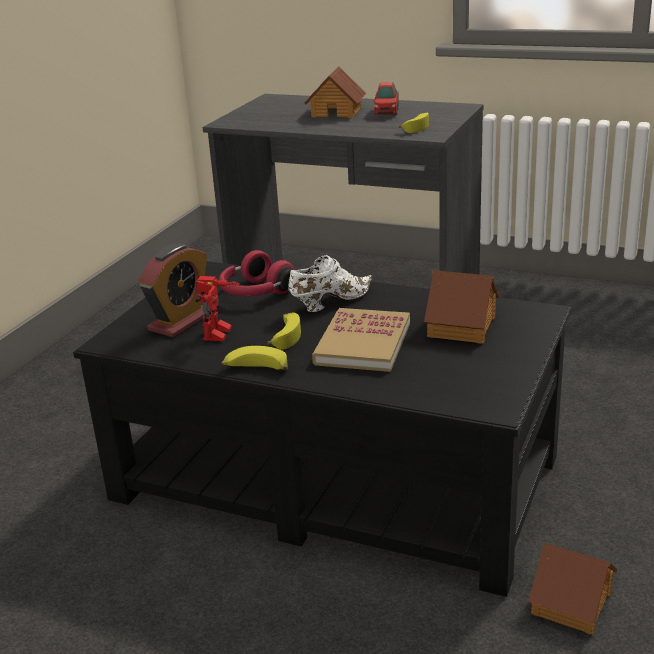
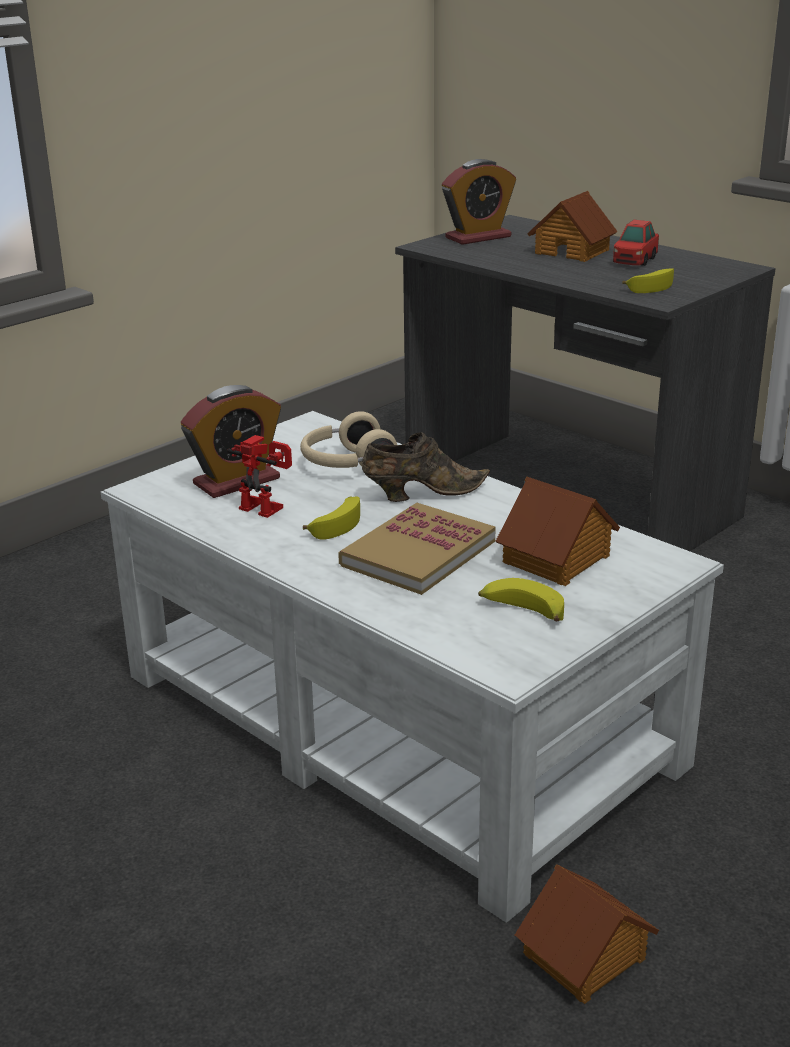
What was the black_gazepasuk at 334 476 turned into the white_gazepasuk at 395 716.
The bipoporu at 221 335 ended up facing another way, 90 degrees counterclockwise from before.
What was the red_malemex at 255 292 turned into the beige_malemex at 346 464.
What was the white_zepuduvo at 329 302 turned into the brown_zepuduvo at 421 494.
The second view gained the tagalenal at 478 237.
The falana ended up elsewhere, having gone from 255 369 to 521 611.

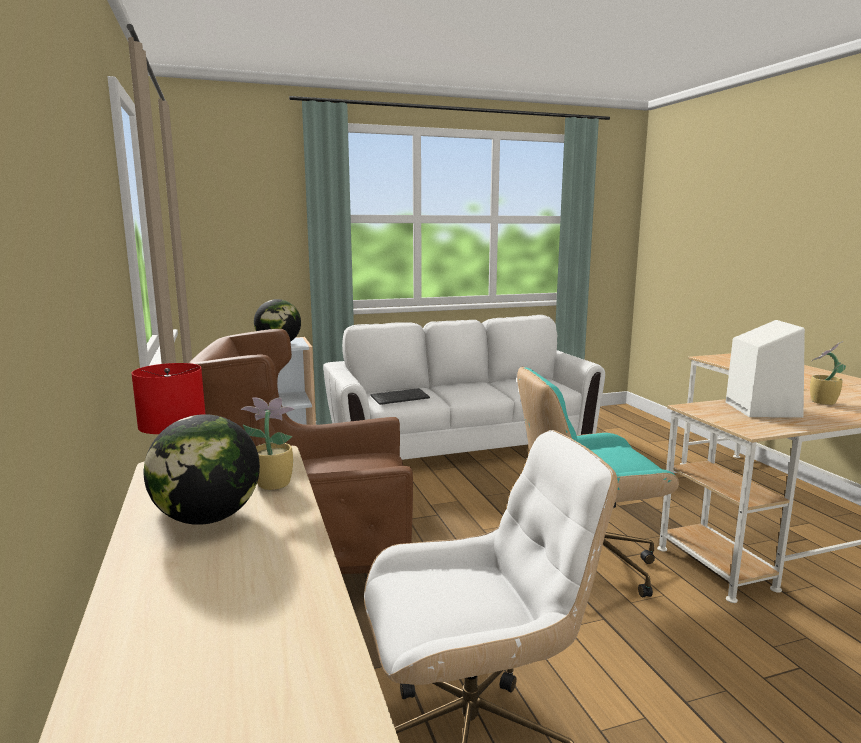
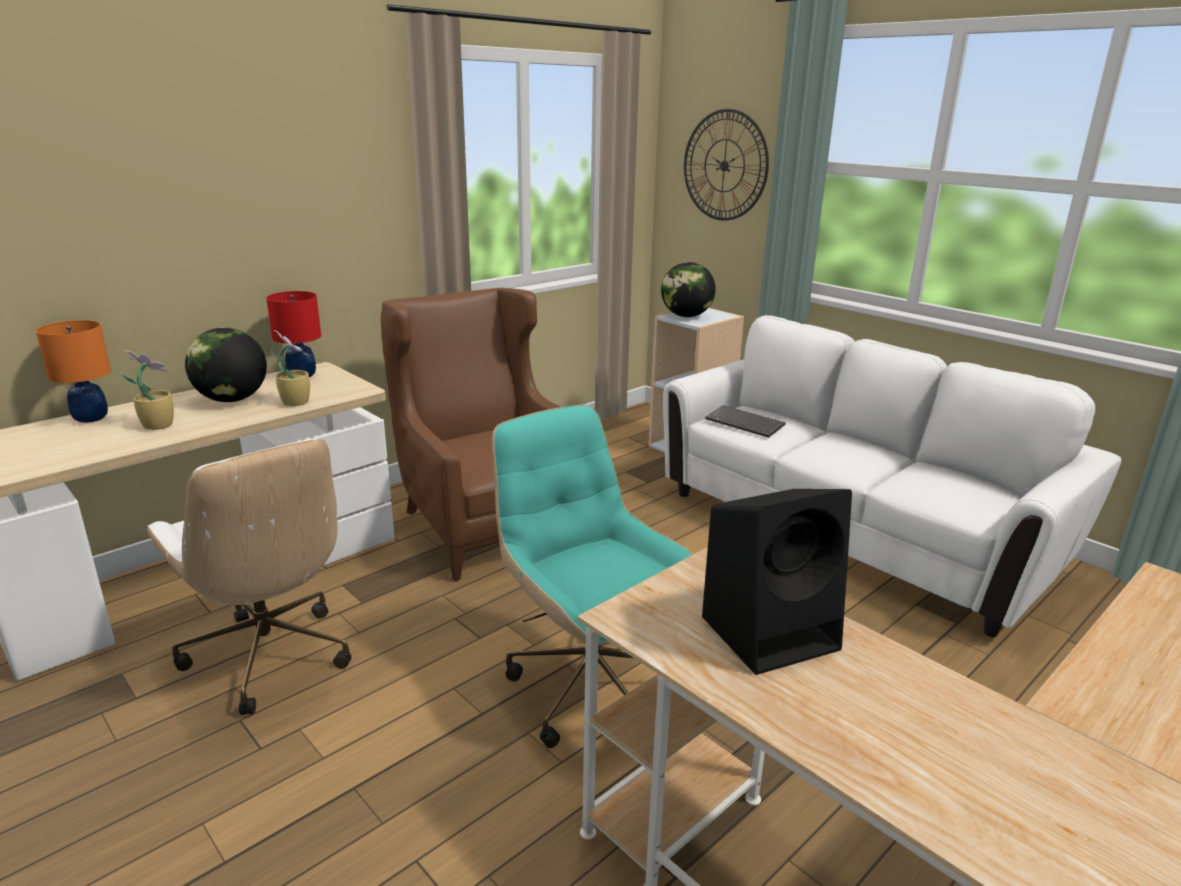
The second view gained the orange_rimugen at 89 419.
The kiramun ended up elsewhere, having gone from 822 402 to 157 425.
The second view gained the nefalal at 724 165.
What was the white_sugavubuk at 761 409 turned into the black_sugavubuk at 772 631.

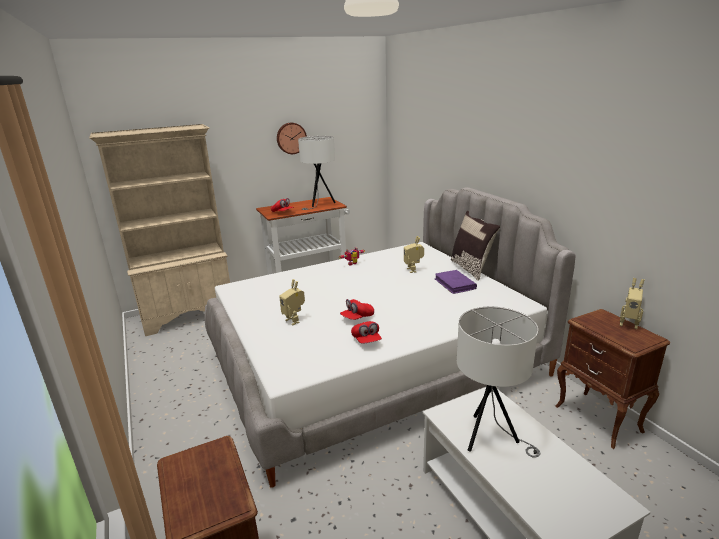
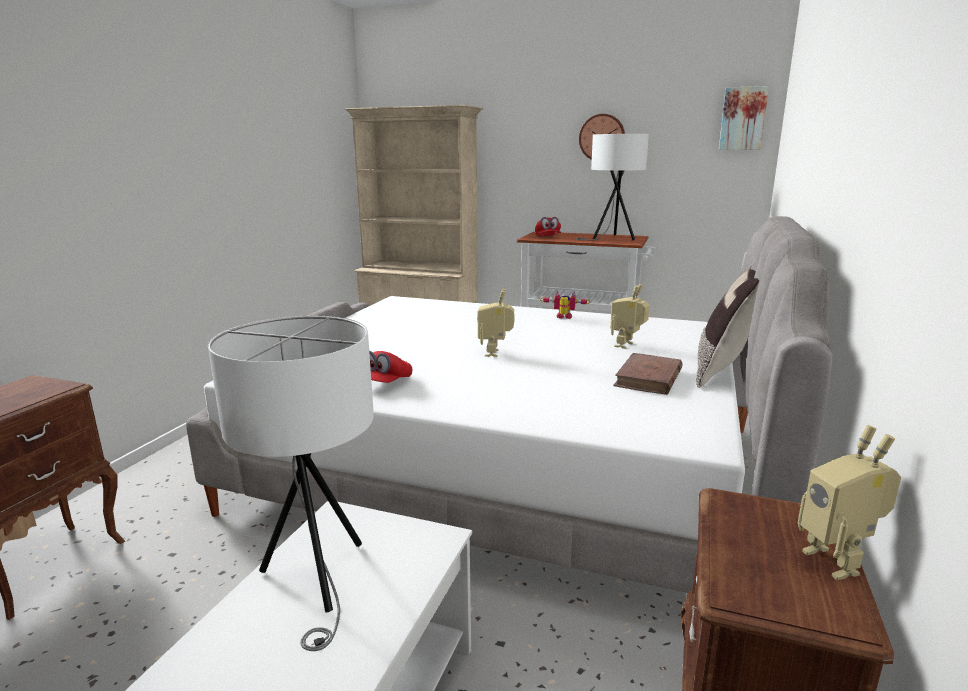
The bipoporu ended up elsewhere, having gone from 294 320 to 496 353.
What was the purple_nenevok at 455 284 turned into the brown_nenevok at 648 378.
The second view gained the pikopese at 742 119.
The second view lost the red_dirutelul at 357 317.

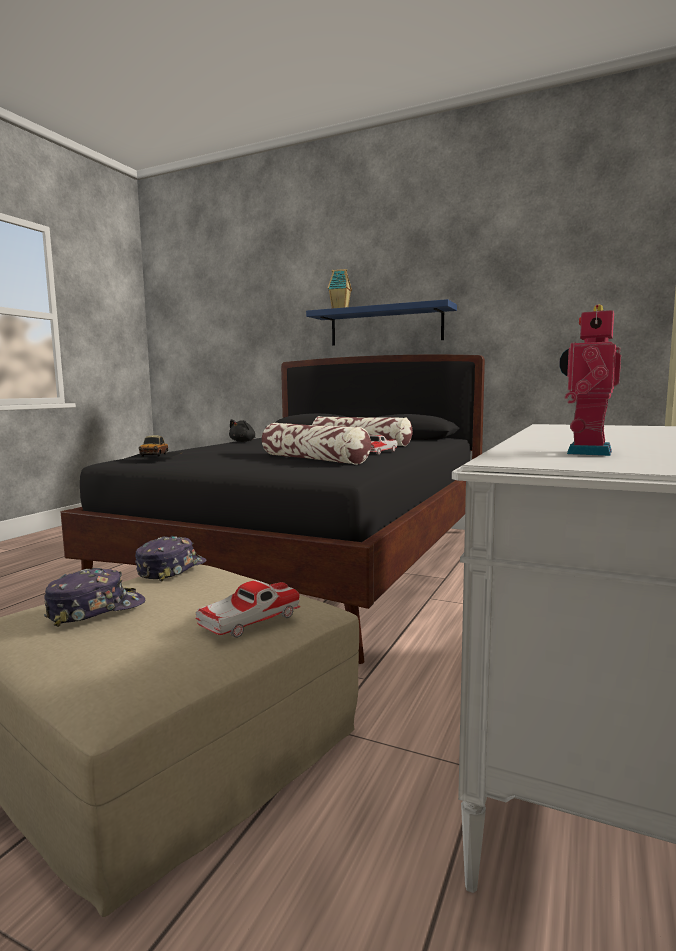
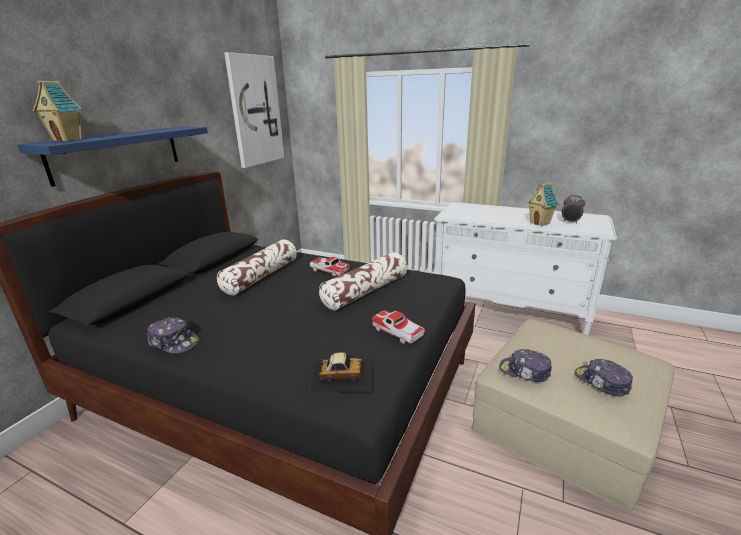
Where the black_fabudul stood at 243 441, the dirutelul came to stand at 174 342.
The second view gained the pikopese at 255 111.
The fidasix ended up elsewhere, having gone from 249 620 to 398 332.
The second view gained the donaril at 540 223.
Where the bipoporu stood at 585 452, the tagalenal came to stand at 570 222.

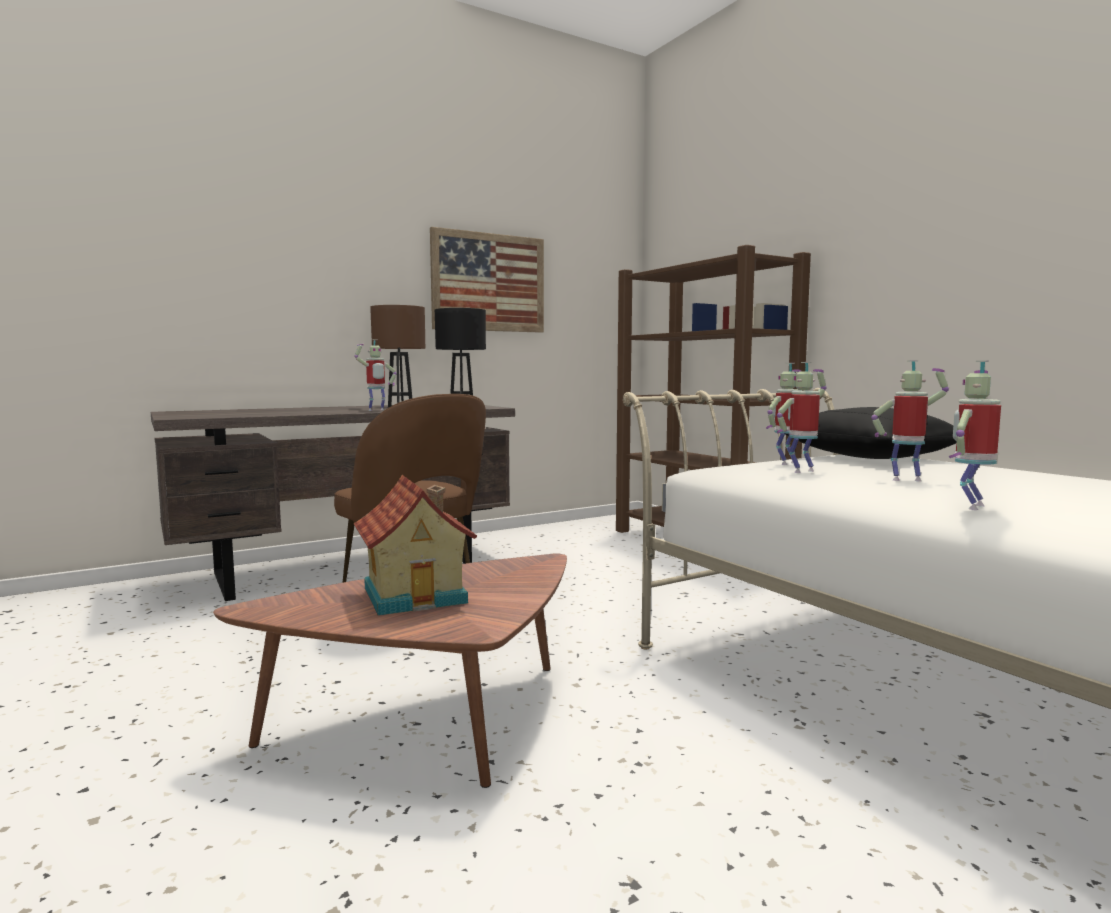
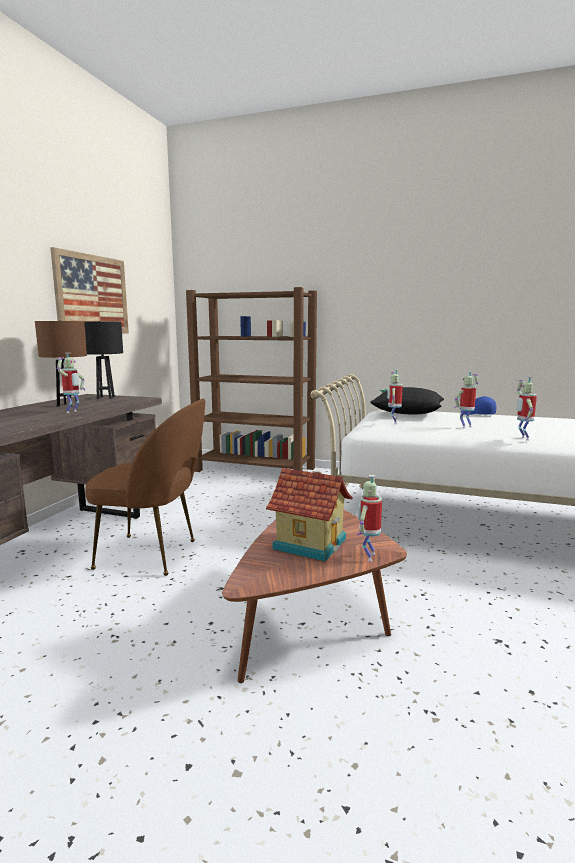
The bipoporu ended up elsewhere, having gone from 801 471 to 368 556.
The second view gained the blue_dirutelul at 477 414.

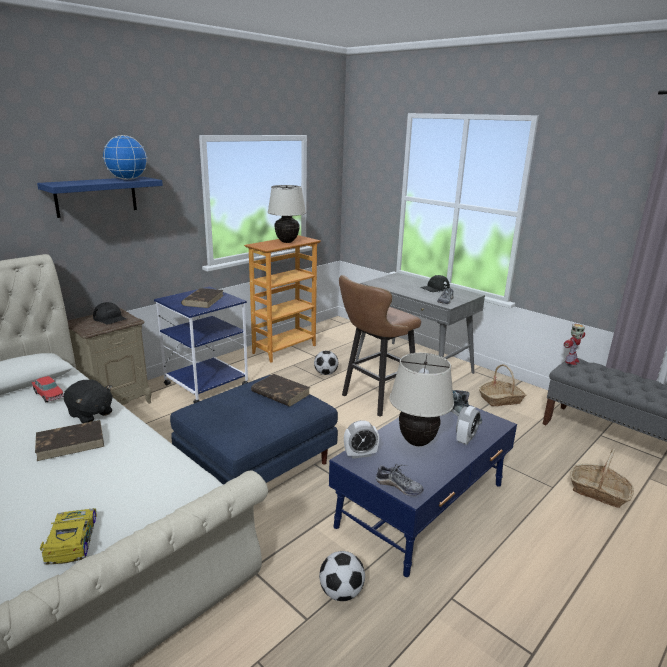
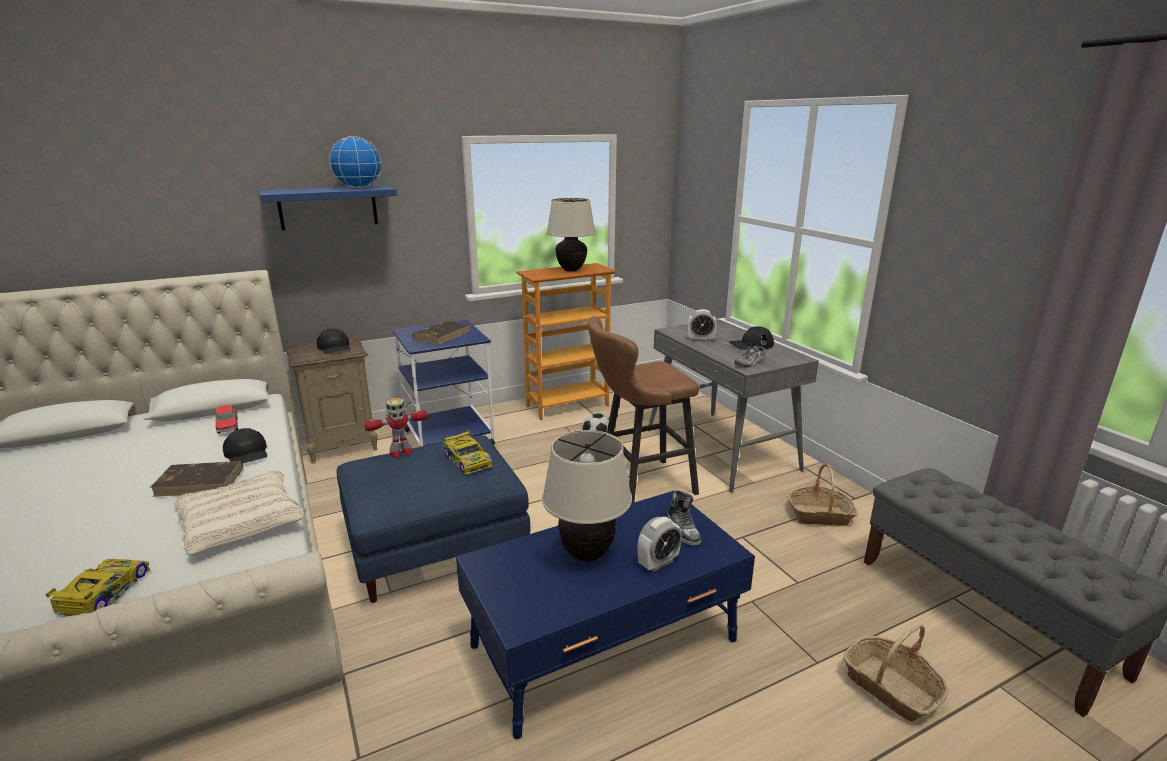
The second view gained the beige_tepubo at 241 522.
Where the black_fabudul stood at 90 414, the black_dirutelul came to stand at 247 453.
The bipoporu ended up elsewhere, having gone from 571 361 to 400 452.
Where the brown_nenevok stood at 280 393, the fidasix came to stand at 467 459.
The tagalenal ended up elsewhere, having gone from 360 454 to 700 340.
The second view lost the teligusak at 341 592.
The second view lost the zepuduvo at 398 486.

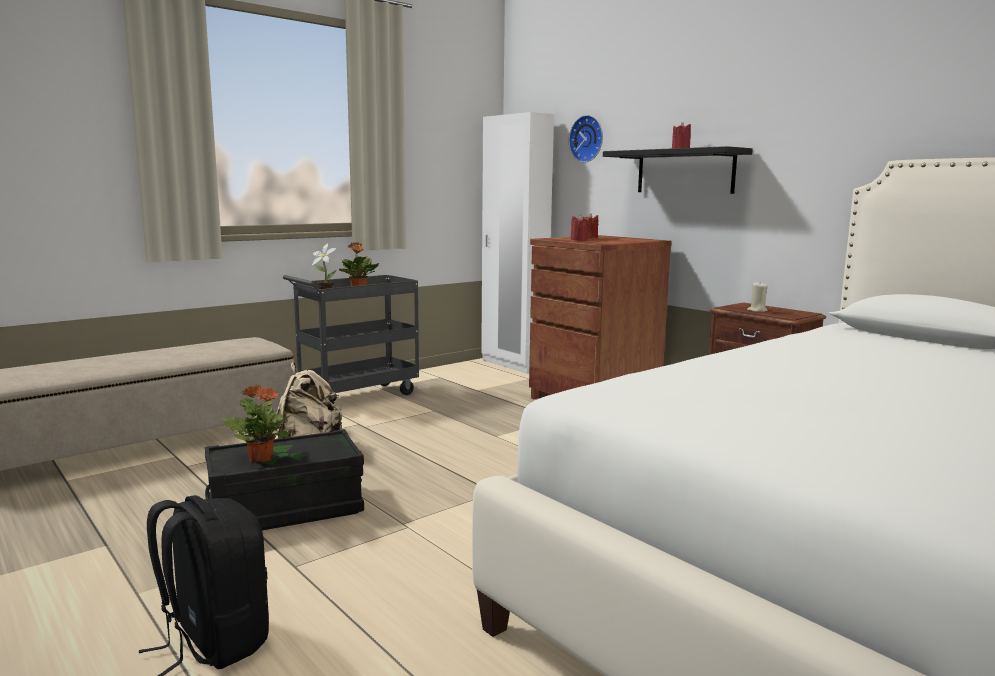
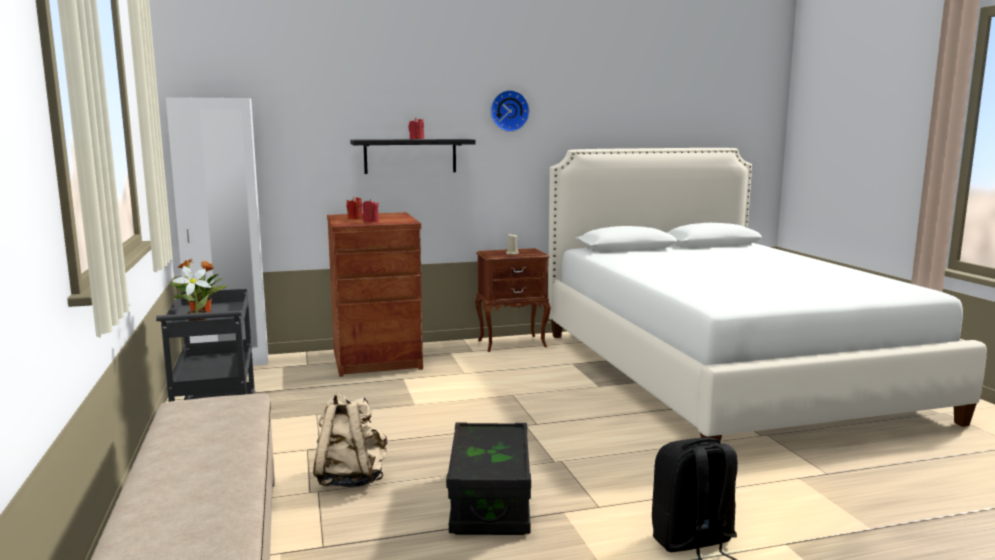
The nefalal ended up elsewhere, having gone from 588 139 to 509 111.
The second view lost the kiramun at 261 458.

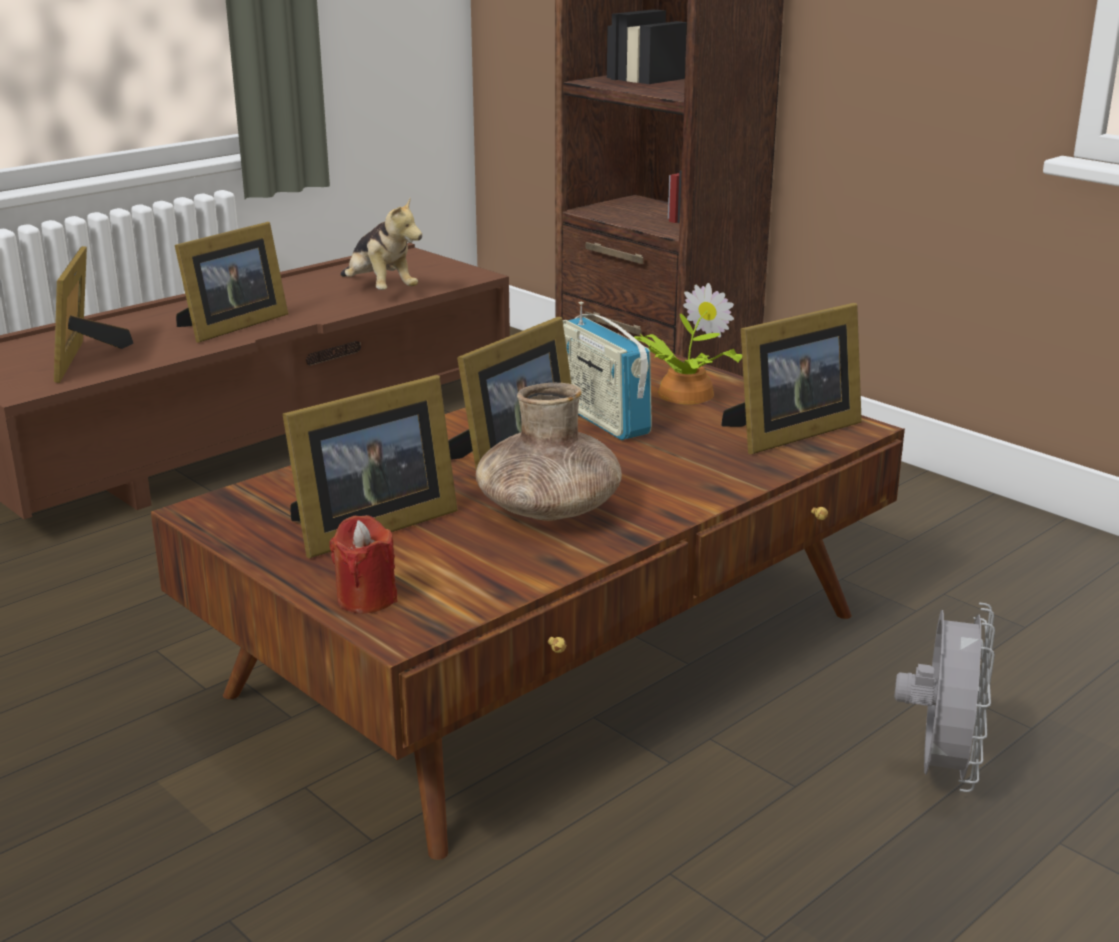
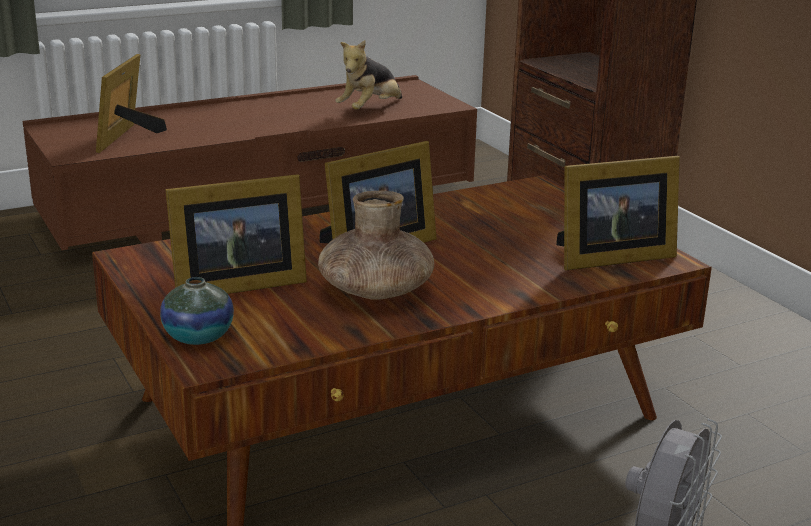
Where the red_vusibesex stood at 366 599, the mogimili came to stand at 198 336.
The fabudul at 380 290 ended up facing another way, 60 degrees clockwise from before.
The second view lost the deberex at 230 326.
The second view lost the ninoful at 601 418.
The second view lost the kiramun at 682 394.

